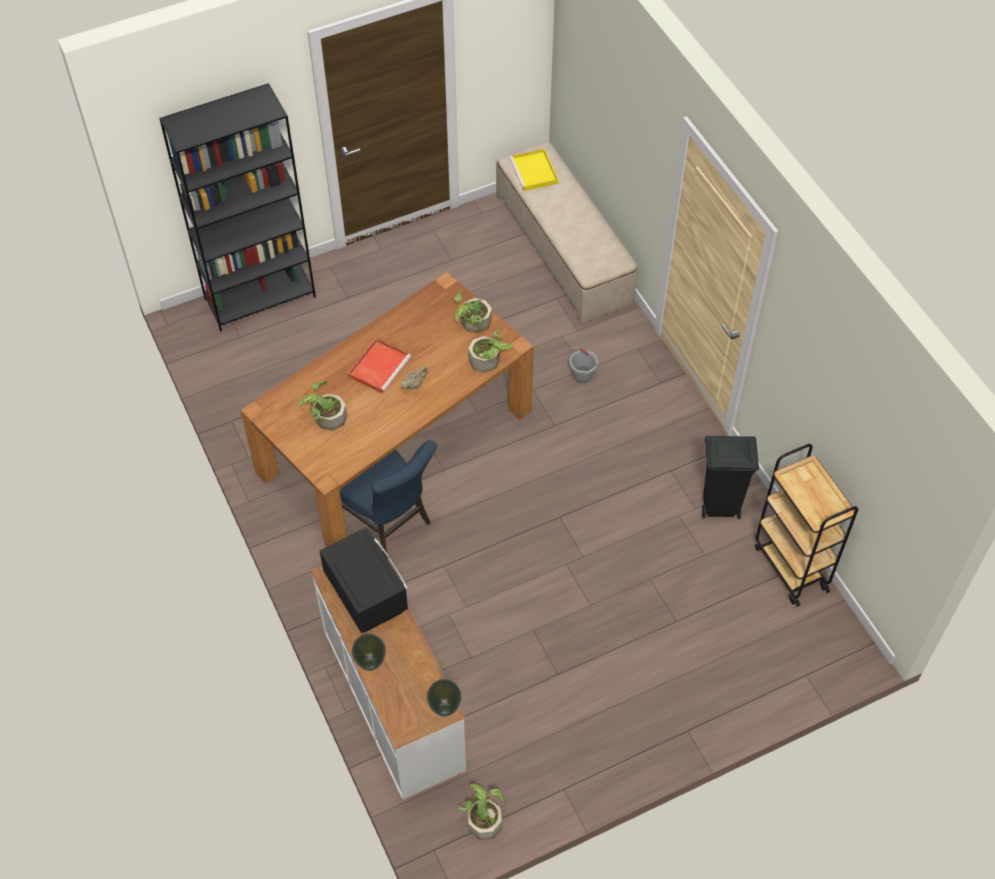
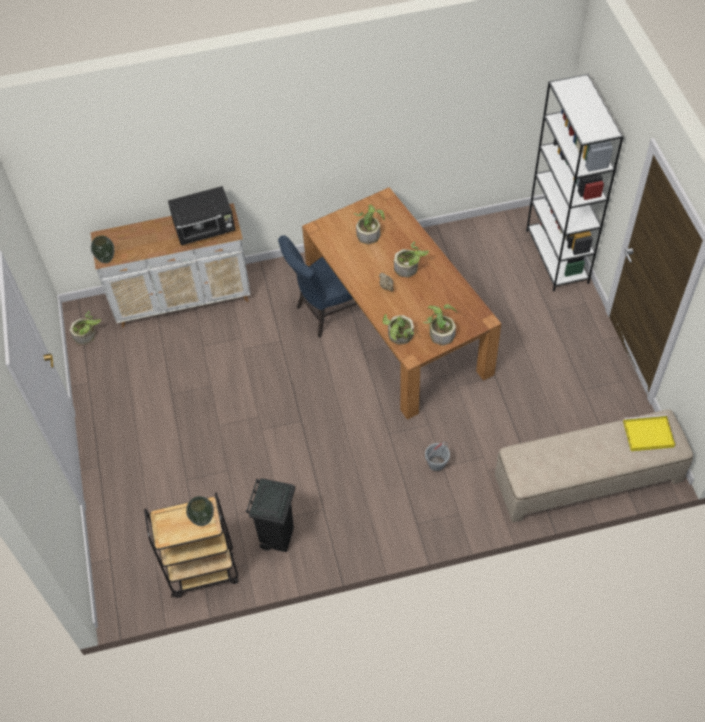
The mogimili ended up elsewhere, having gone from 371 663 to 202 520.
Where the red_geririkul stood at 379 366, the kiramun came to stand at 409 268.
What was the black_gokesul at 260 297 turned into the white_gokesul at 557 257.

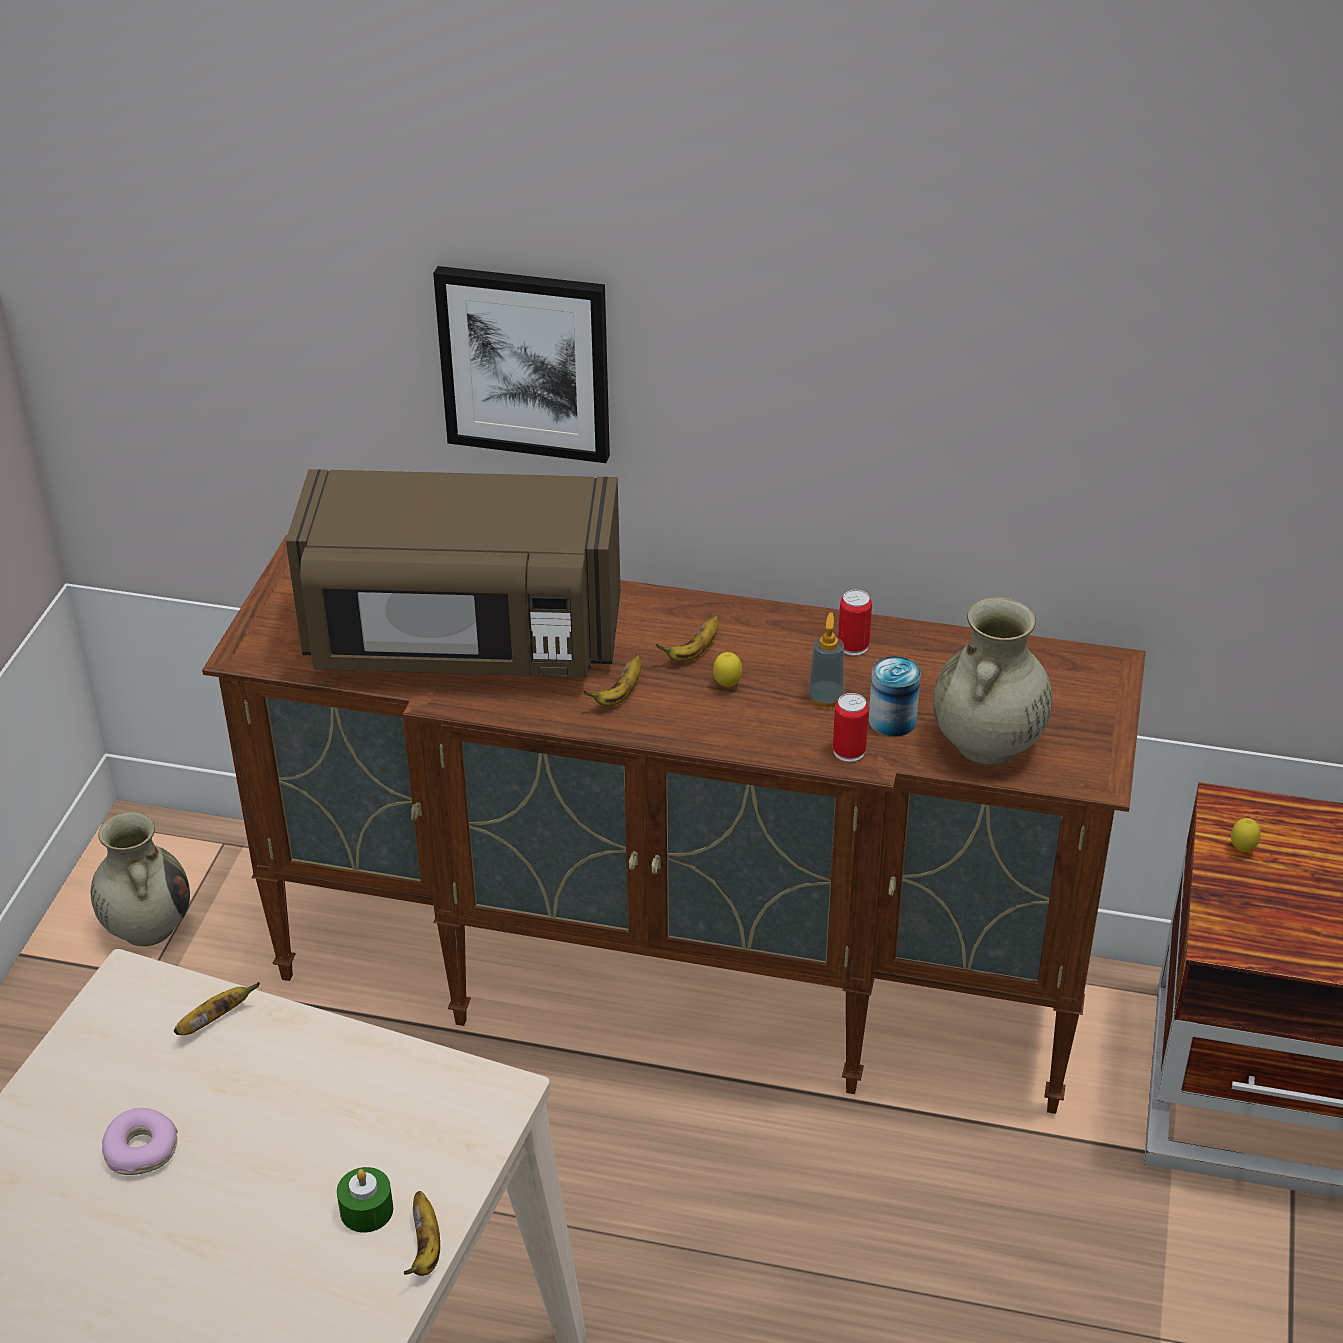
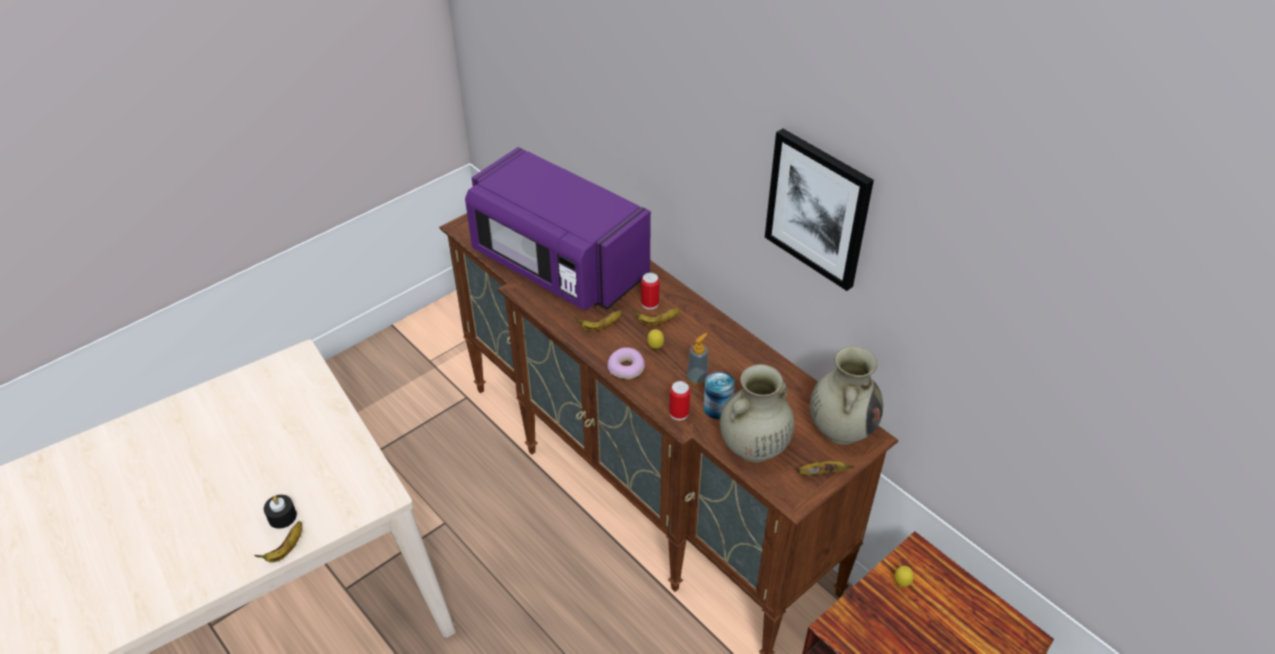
What was the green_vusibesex at 366 1210 turned into the black_vusibesex at 282 516.
What was the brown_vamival at 462 642 turned into the purple_vamival at 557 265.
The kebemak ended up elsewhere, having gone from 142 1150 to 626 368.
The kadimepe ended up elsewhere, having gone from 853 646 to 650 303.
The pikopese ended up elsewhere, having gone from 525 362 to 818 208.
The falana ended up elsewhere, having gone from 215 1020 to 822 473.
The beige_mogimili ended up elsewhere, having gone from 147 926 to 841 428.

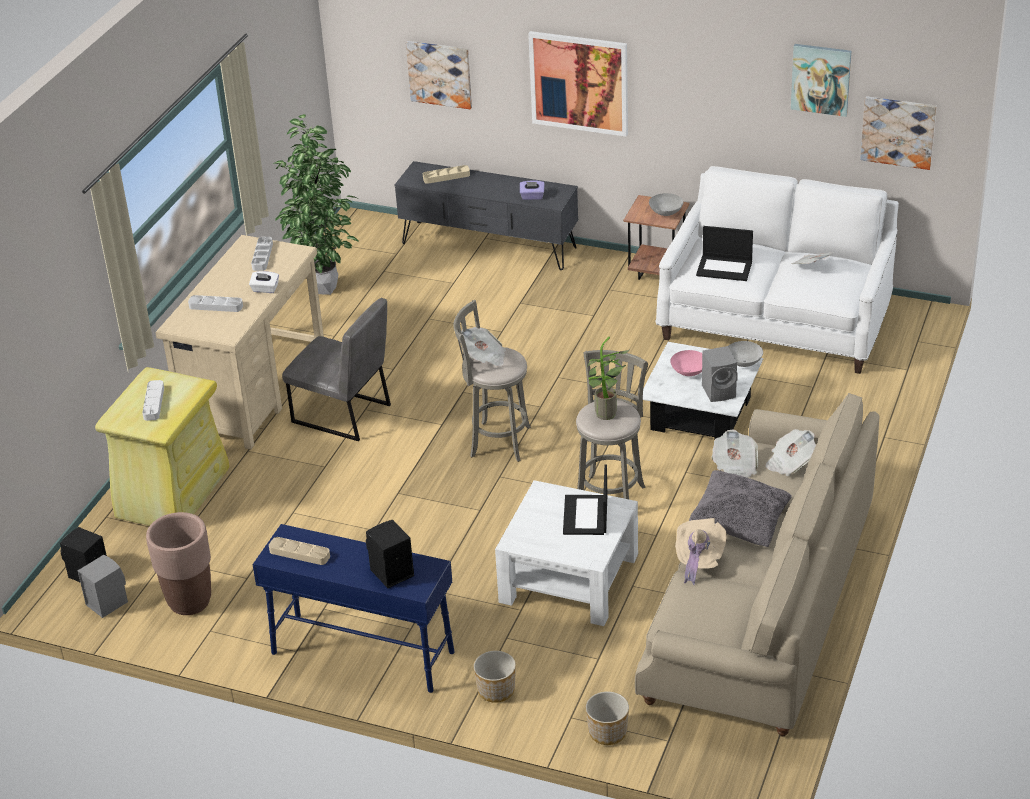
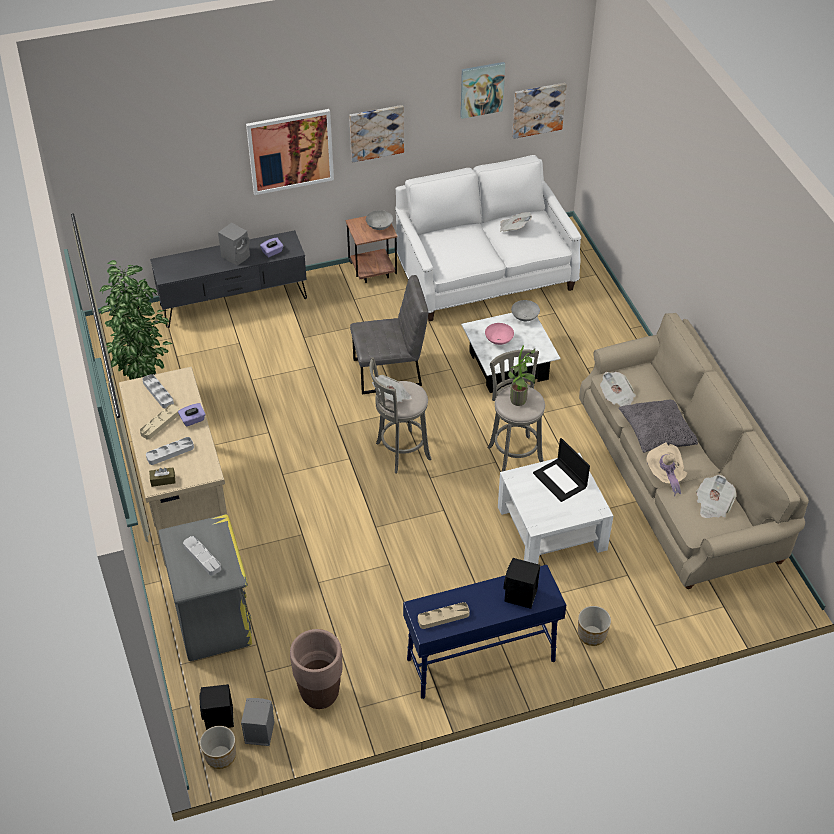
The beige_geririkul ended up elsewhere, having gone from 446 177 to 160 423.
The second view gained the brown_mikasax at 163 480.
What was the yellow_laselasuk at 174 492 turned into the grey_laselasuk at 212 615.
What was the white_mikasax at 265 289 turned into the purple_mikasax at 193 420.
The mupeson ended up elsewhere, having gone from 607 732 to 220 756.
The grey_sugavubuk ended up elsewhere, having gone from 720 391 to 236 256.
The pikopese ended up elsewhere, having gone from 440 74 to 376 132.
The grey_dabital ended up elsewhere, having gone from 343 414 to 389 372.
The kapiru ended up elsewhere, having gone from 790 463 to 713 504.
The second view lost the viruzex at 725 268.

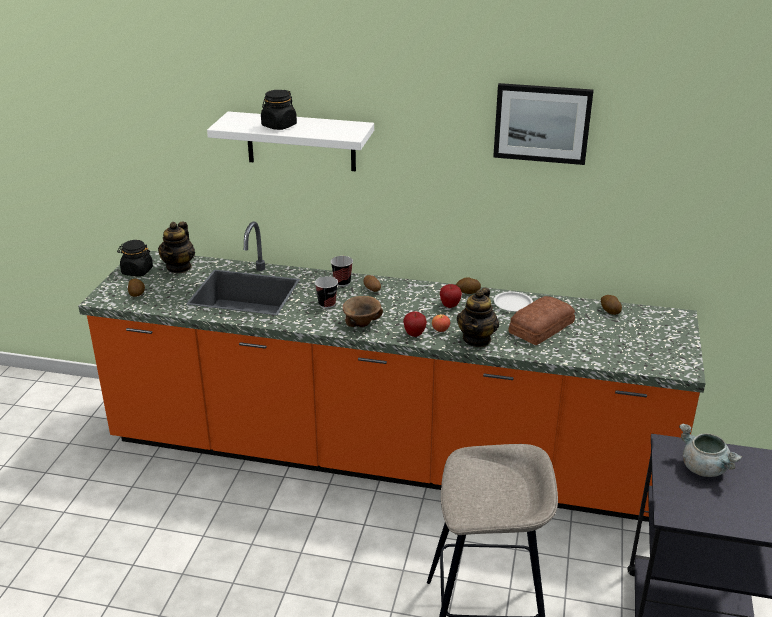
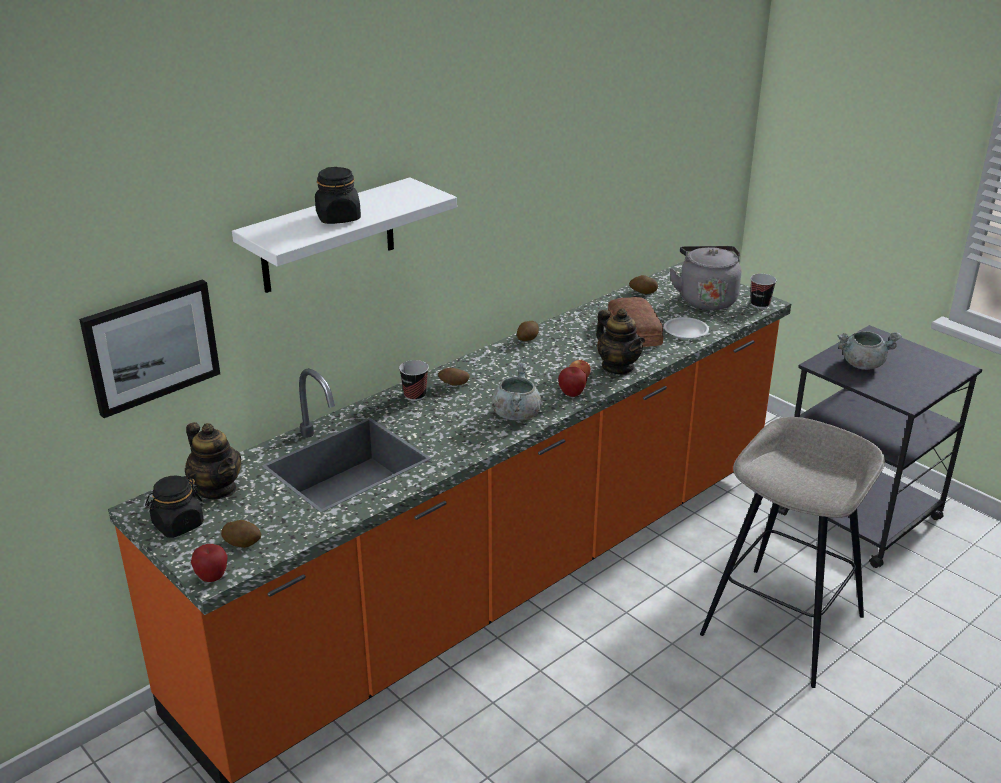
The pikopese ended up elsewhere, having gone from 542 123 to 151 346.
The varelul ended up elsewhere, having gone from 450 306 to 212 577.
Where the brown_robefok stood at 362 323, the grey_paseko came to stand at 516 414.
The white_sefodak ended up elsewhere, having gone from 512 304 to 685 331.
The second view gained the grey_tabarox at 706 299.
The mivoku ended up elsewhere, having gone from 327 304 to 760 304.

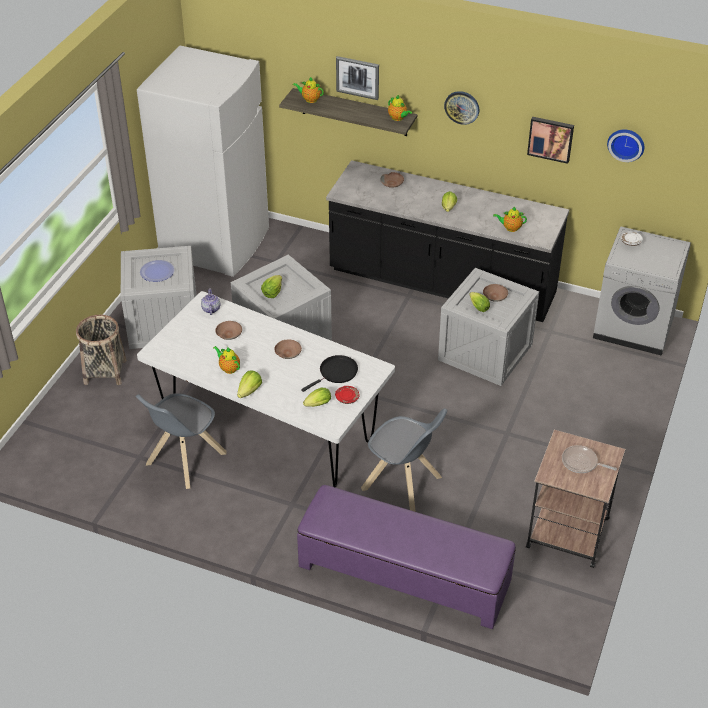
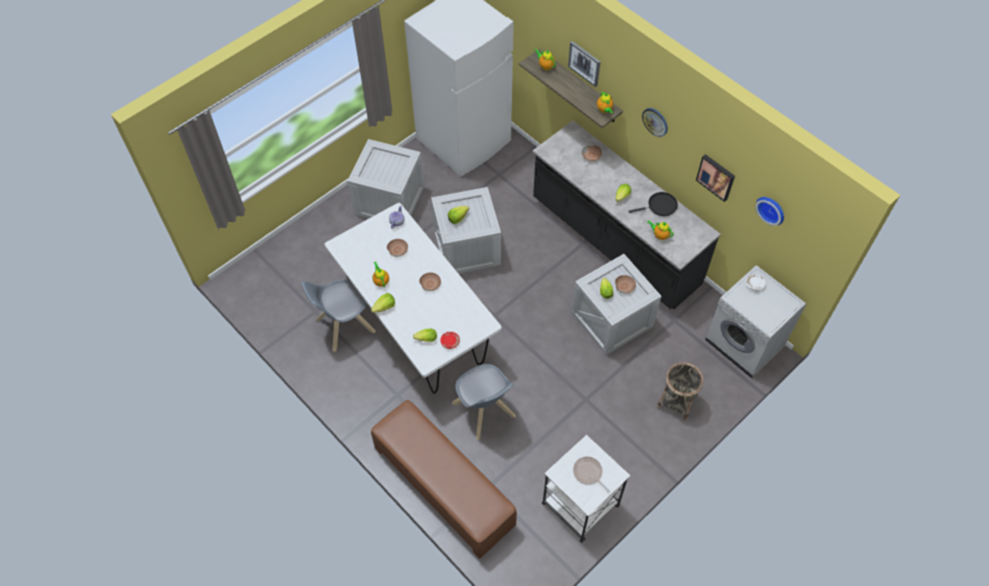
What was the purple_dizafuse at 403 573 turned into the brown_dizafuse at 443 485.
What was the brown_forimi at 567 534 turned into the white_forimi at 580 505.
The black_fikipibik ended up elsewhere, having gone from 336 373 to 660 206.
The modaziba ended up elsewhere, having gone from 105 372 to 676 401.
The second view lost the sefodak at 157 272.

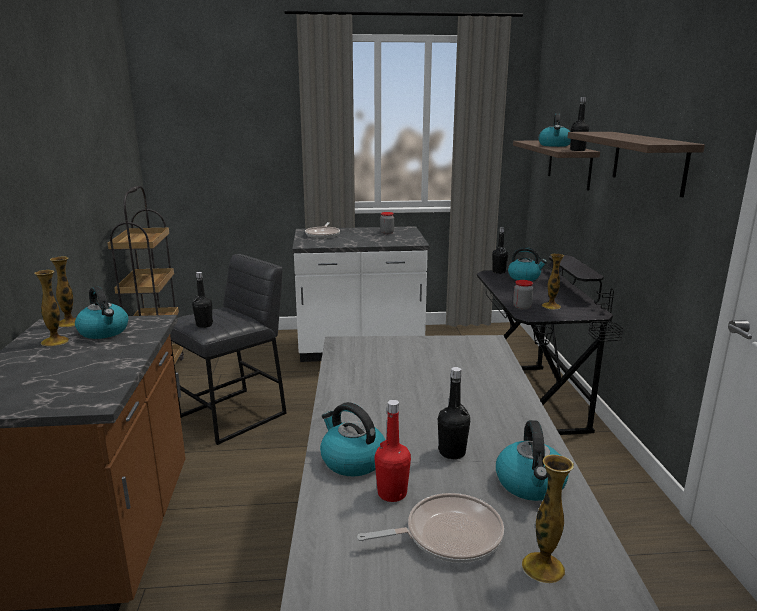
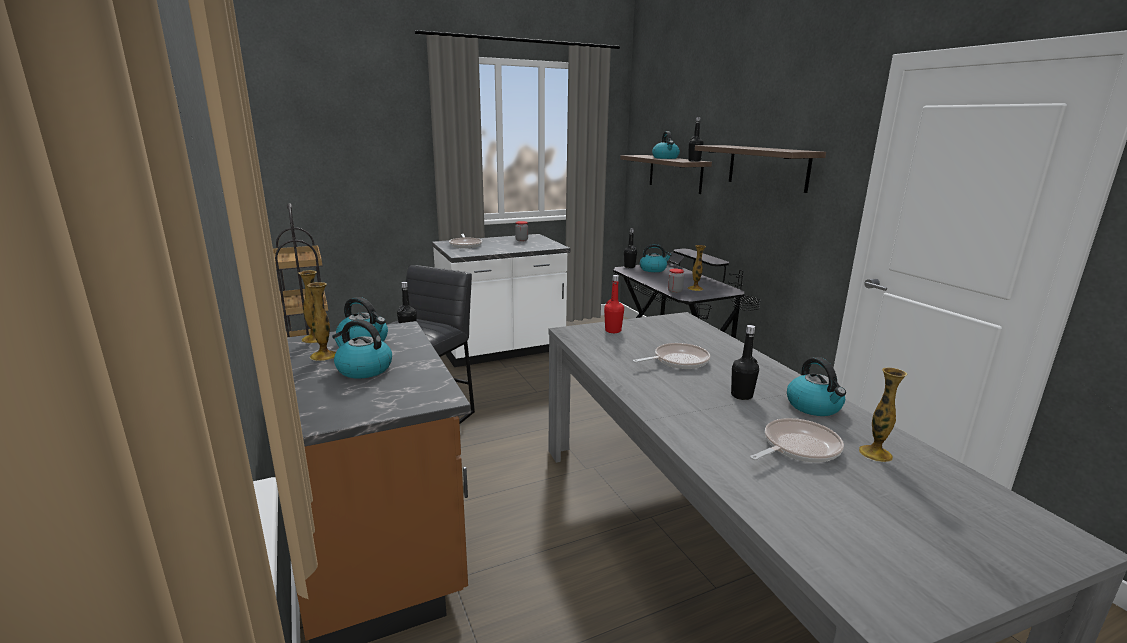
The tabarox ended up elsewhere, having gone from 352 460 to 363 369.
The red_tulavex ended up elsewhere, having gone from 392 493 to 613 330.
The second view gained the fikipibik at 678 361.

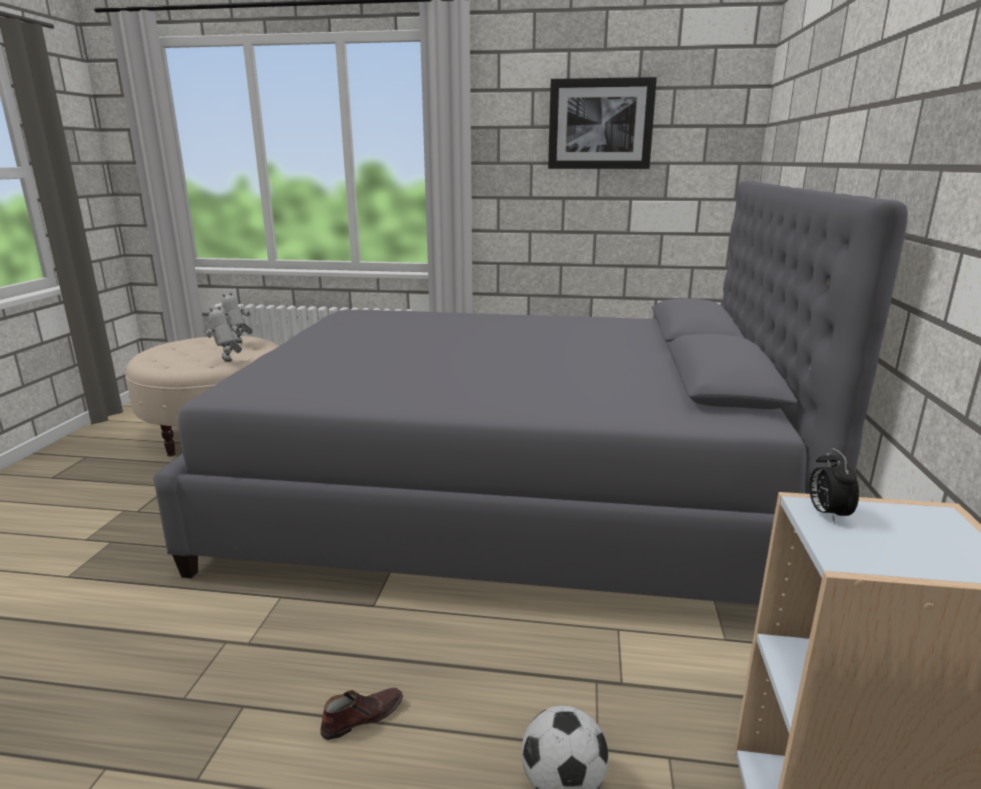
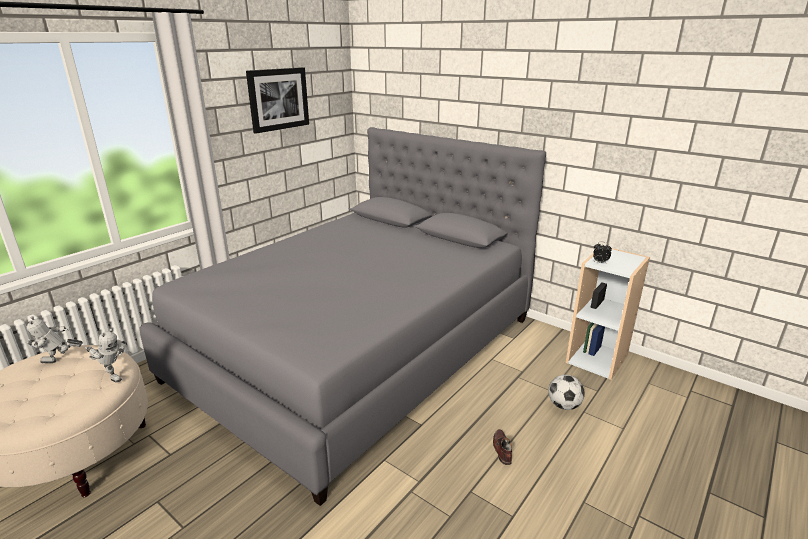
The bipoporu at 228 363 ended up facing another way, 135 degrees counterclockwise from before.

